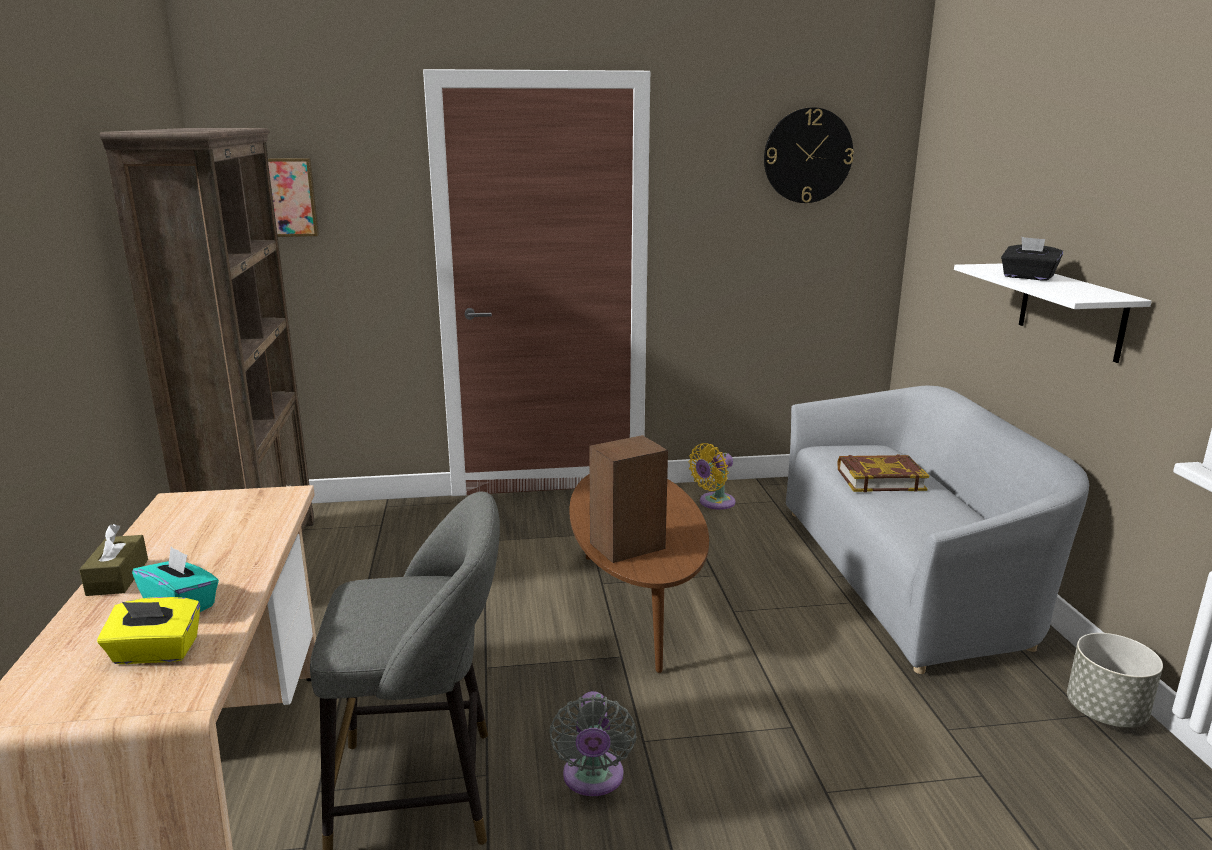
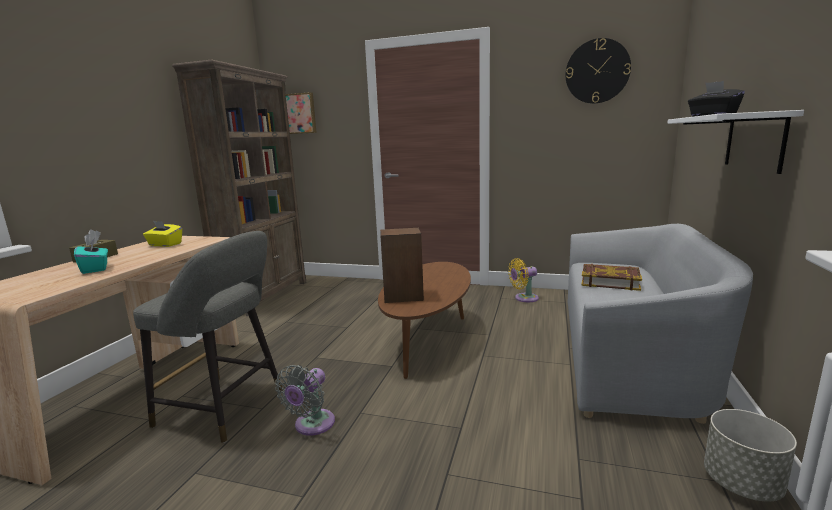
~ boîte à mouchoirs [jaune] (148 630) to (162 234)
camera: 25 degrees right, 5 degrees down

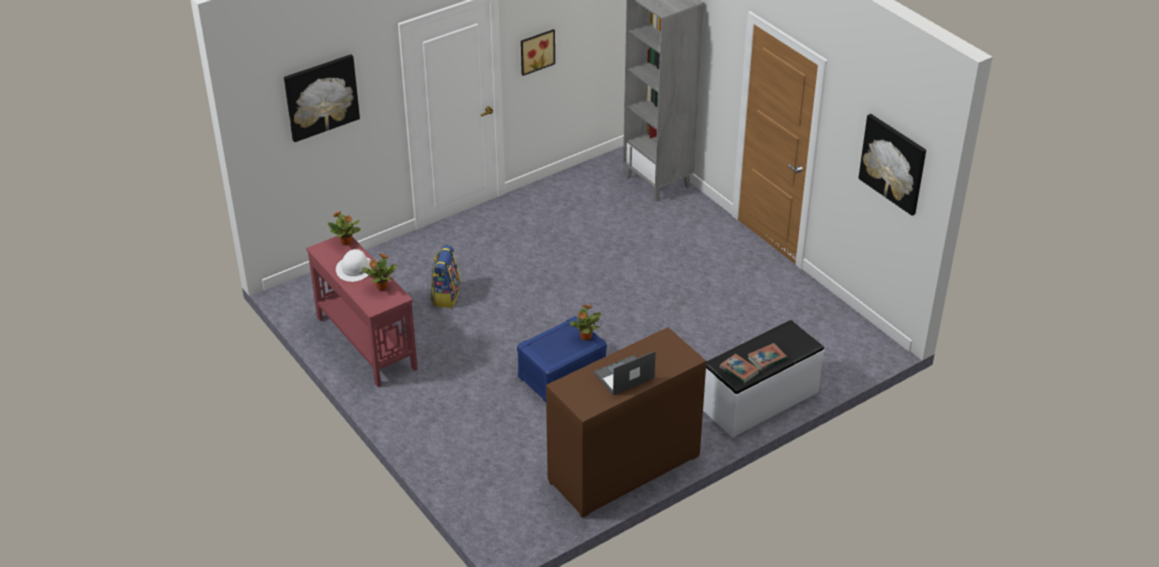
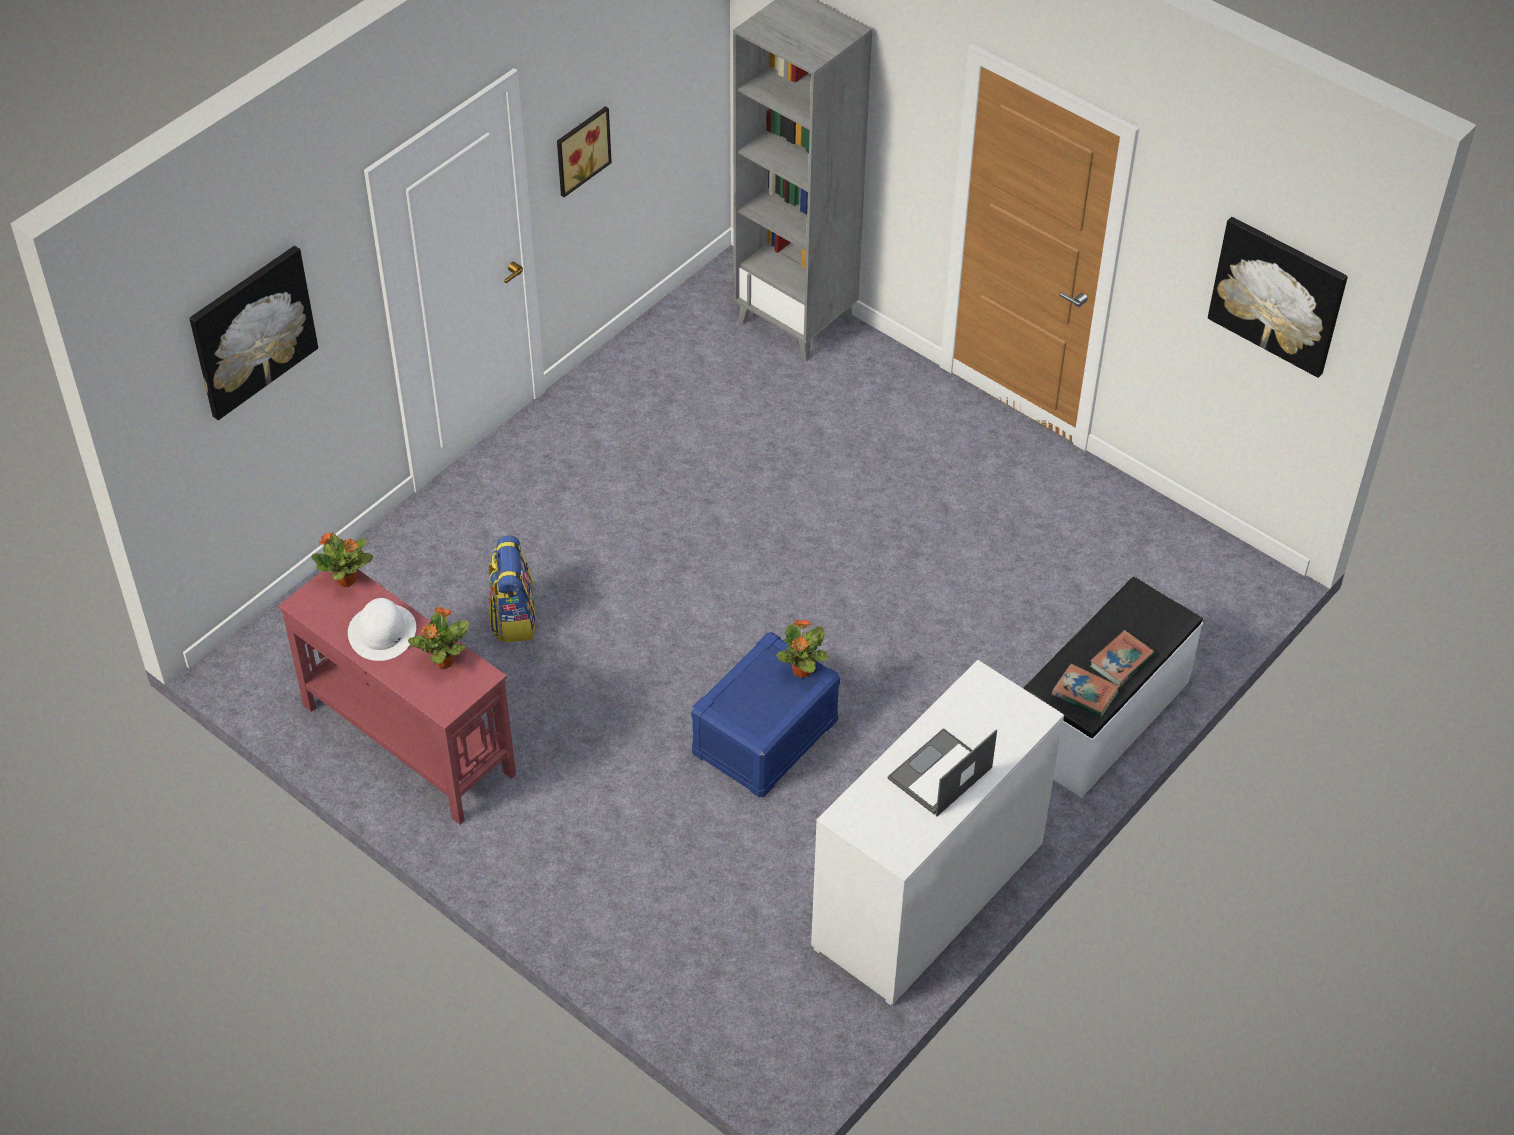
~ commode [marron] (626 422) to commode [blanc] (937 832)
camera: 15 degrees left, 10 degrees up

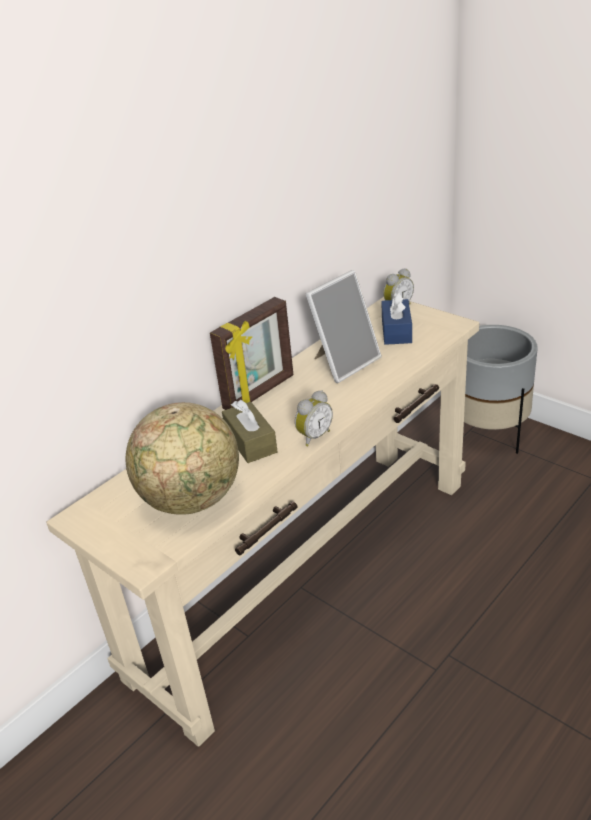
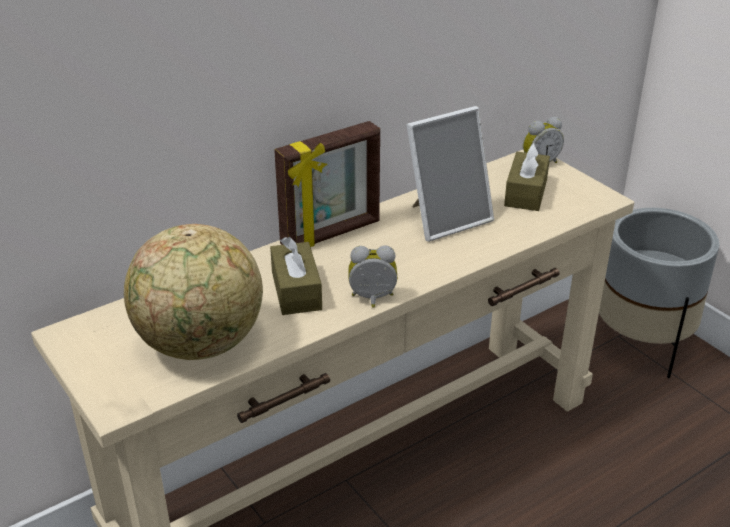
~ boîte à mouchoirs [bleu] (396 318) to boîte à mouchoirs [marron] (527 177)
~ réveil (314 418) = (372 276) 150 degrees counterclockwise
camera: 10 degrees right, 0 degrees up

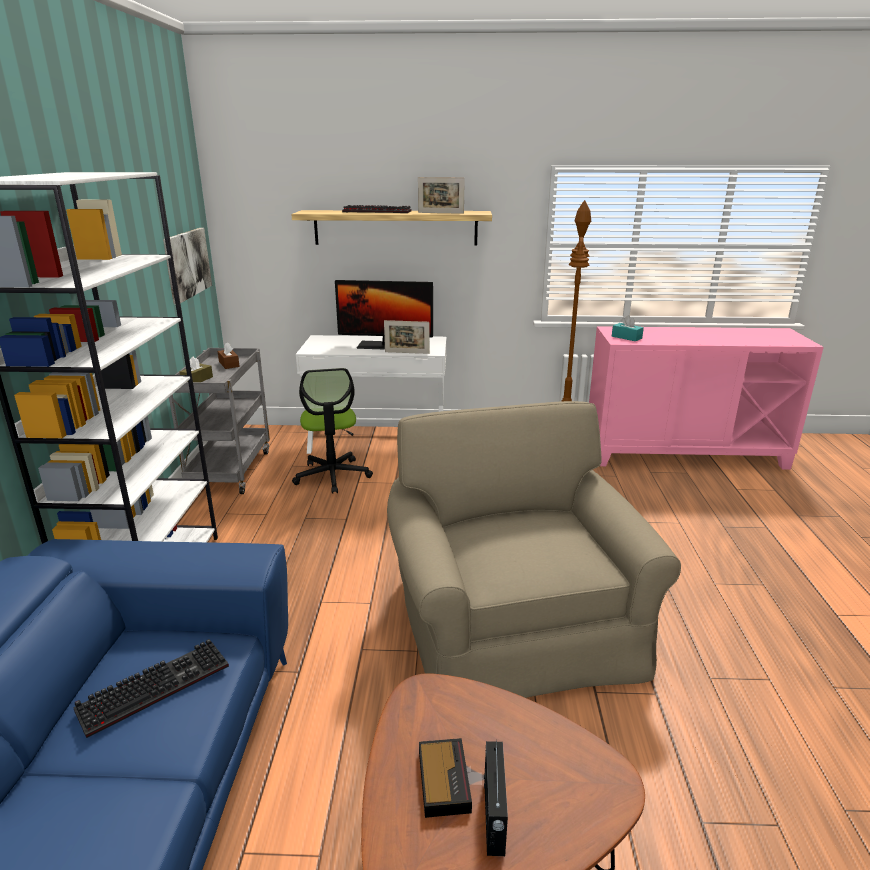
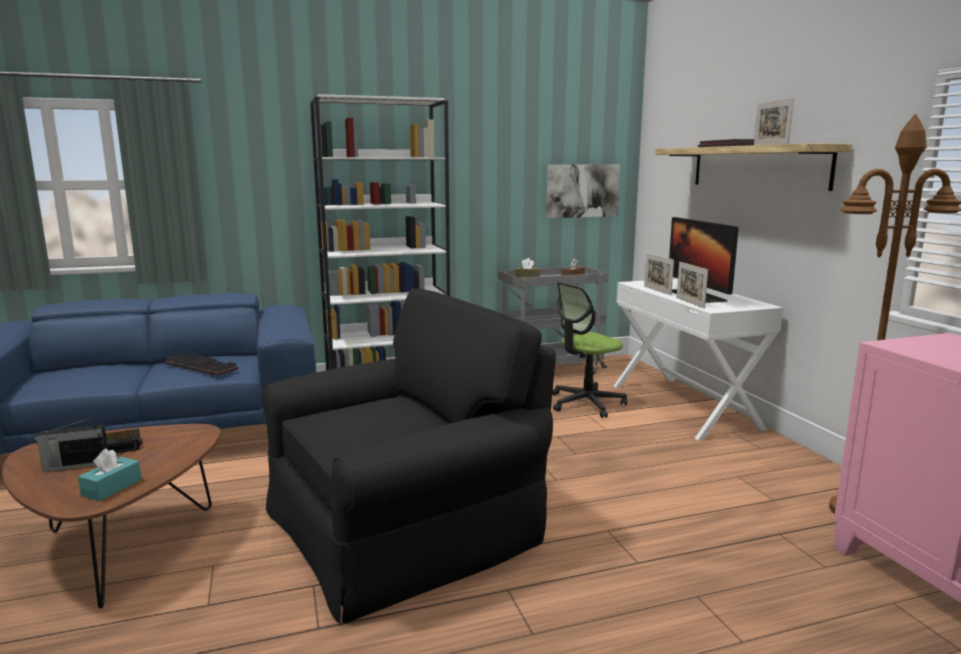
+ cadre photo (659 274)
~ boîte à mouchoirs [turquoise] (628 328) to (110 475)
~ fauteuil [beige] (534 549) to fauteuil [noir] (409 455)
camera: 70 degrees right, 10 degrees down

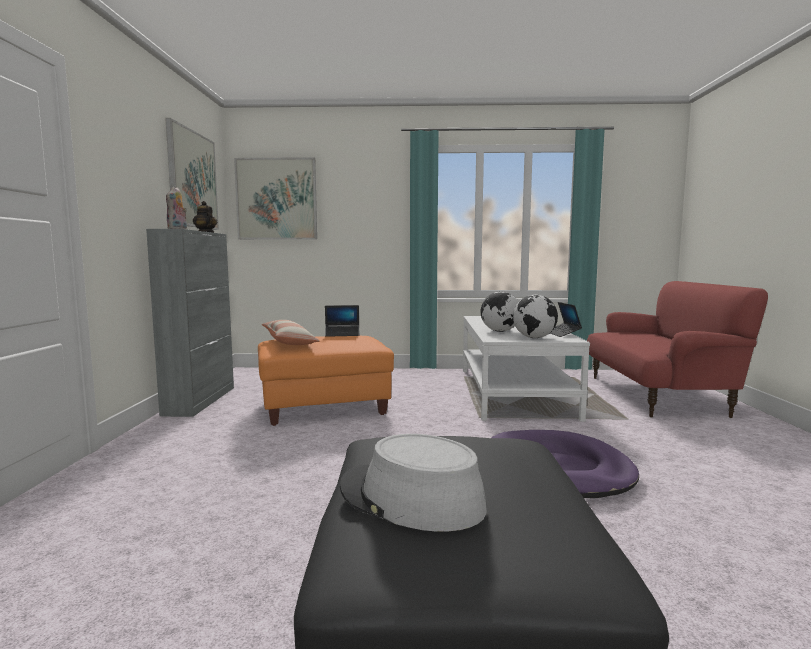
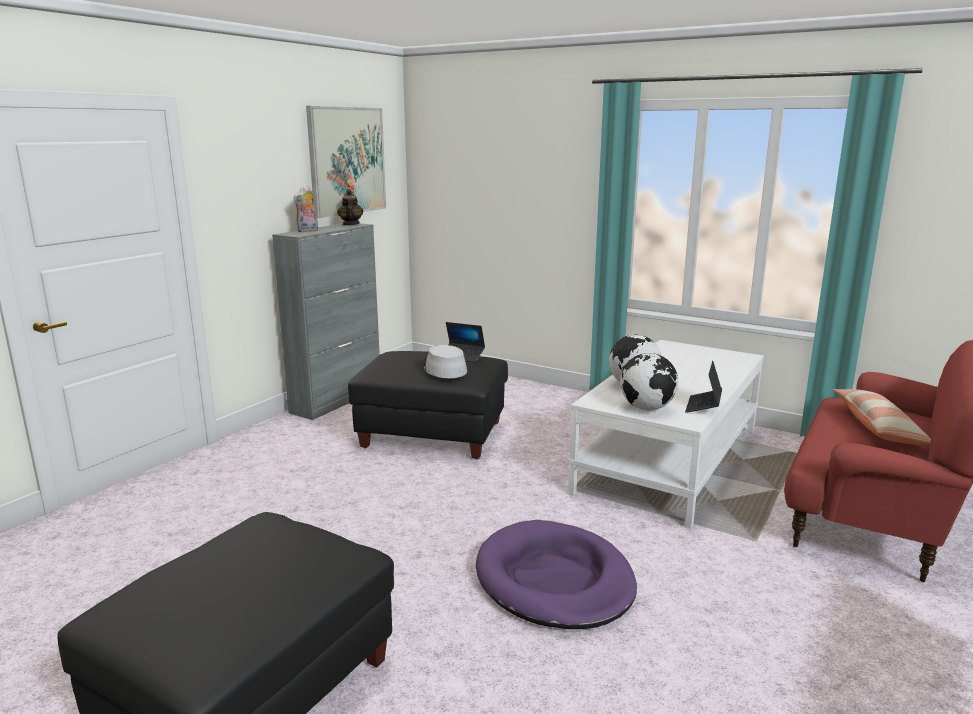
- tableau (275 198)
~ coussin (290 332) to (882 417)
~ chapeau [gris] (413 482) to (444 361)
~ pouf [orange] (326 381) to pouf [noir] (428 405)
camera: 30 degrees right, 10 degrees up

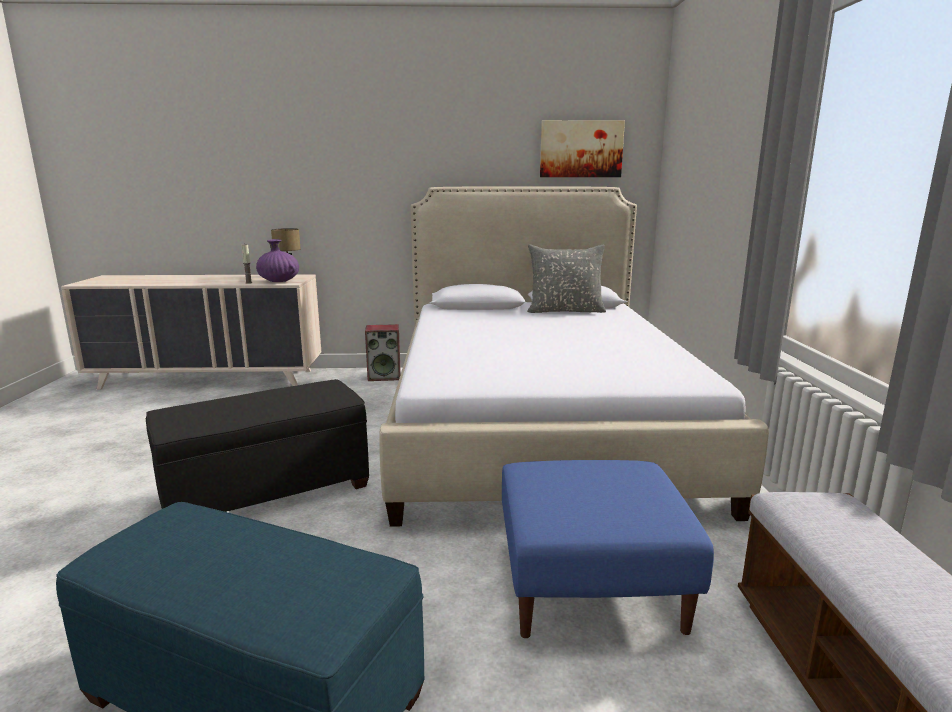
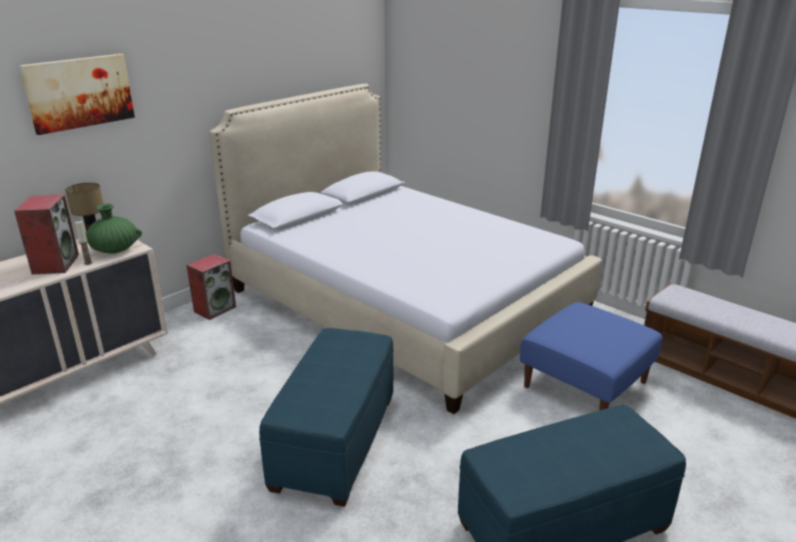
- coussin [gris] (566 278)
+ enceinte (46 234)
~ tableau (582 148) to (77 94)
~ pouf [noir] (257 445) to pouf [bleu] (326 417)
~ vase [violet] (277 260) to vase [vert] (113 228)
camera: 45 degrees left, 10 degrees up

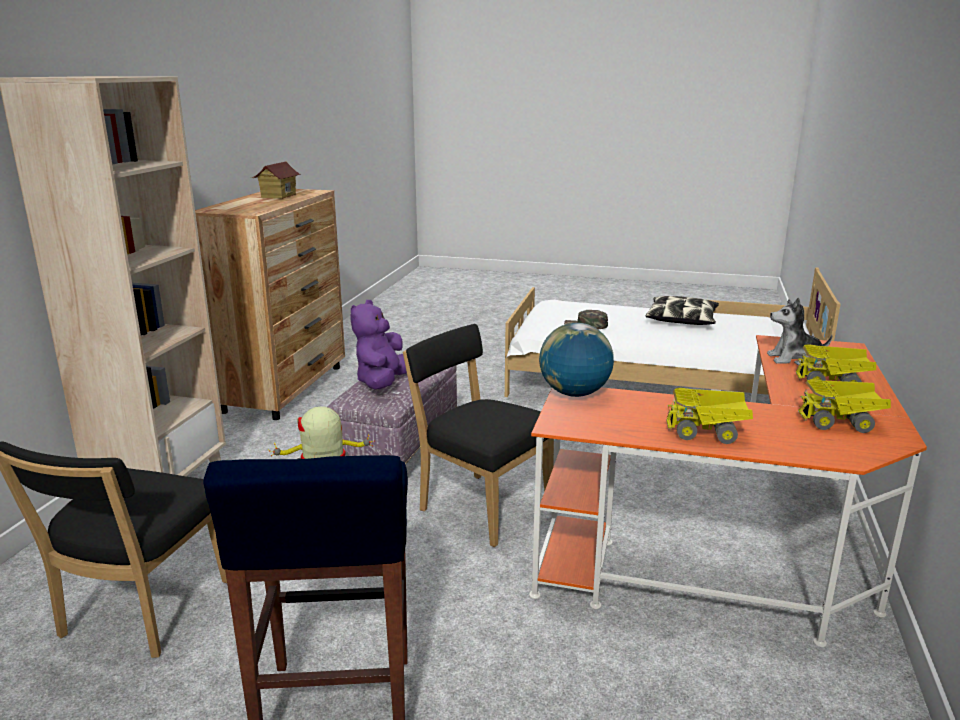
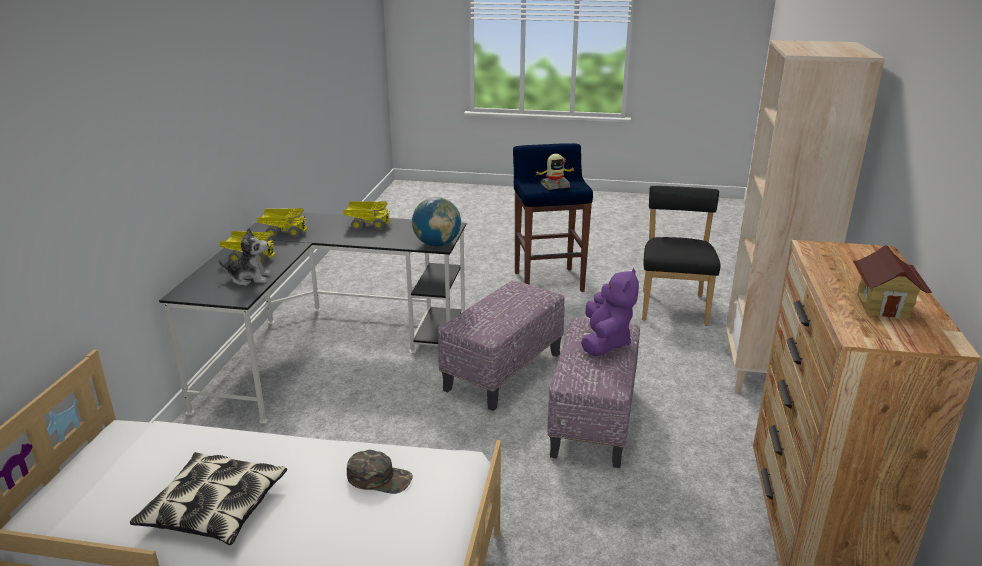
~ chaise [noir] (478 435) to pouf (501 346)
~ bureau [orange] (728 491) to bureau [noir] (313 318)
camera: 175 degrees right, 5 degrees up

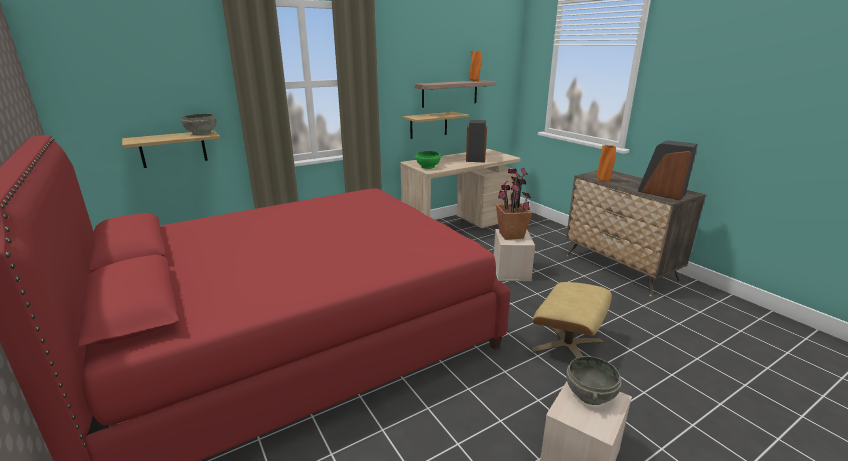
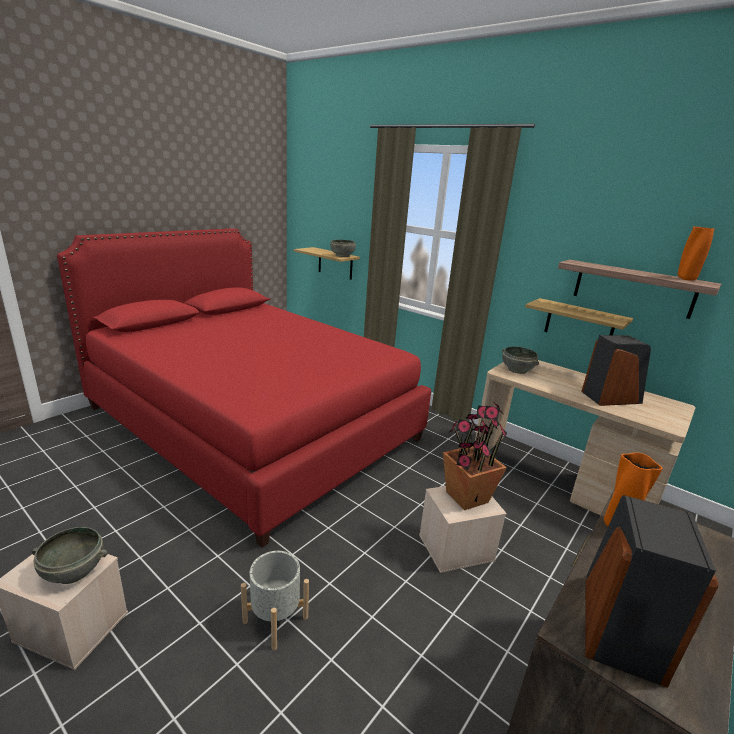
~ pouf [beige] (571 320) to cache-pot [gris] (275 600)
~ bol [vert] (428 160) to bol [gris] (520 360)
camera: 70 degrees right, 0 degrees up

